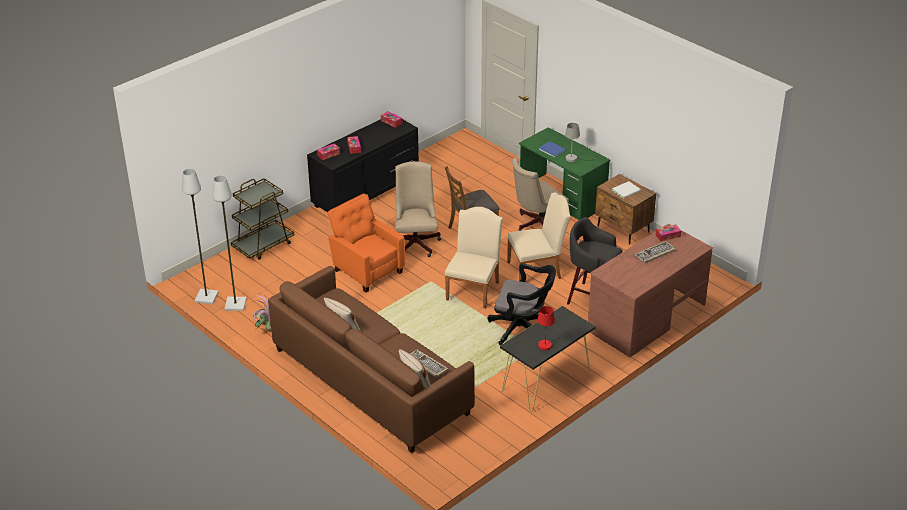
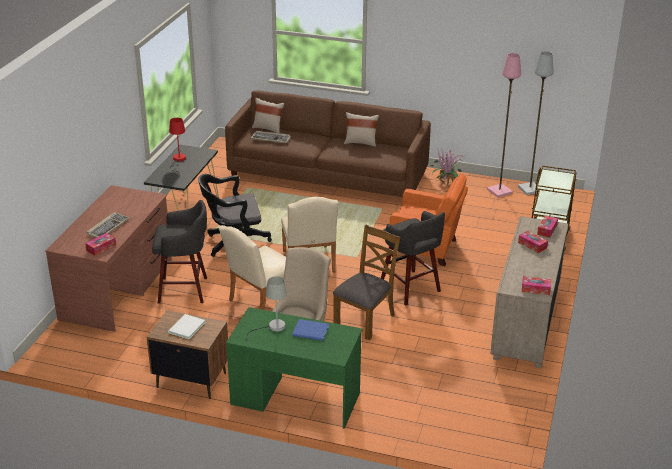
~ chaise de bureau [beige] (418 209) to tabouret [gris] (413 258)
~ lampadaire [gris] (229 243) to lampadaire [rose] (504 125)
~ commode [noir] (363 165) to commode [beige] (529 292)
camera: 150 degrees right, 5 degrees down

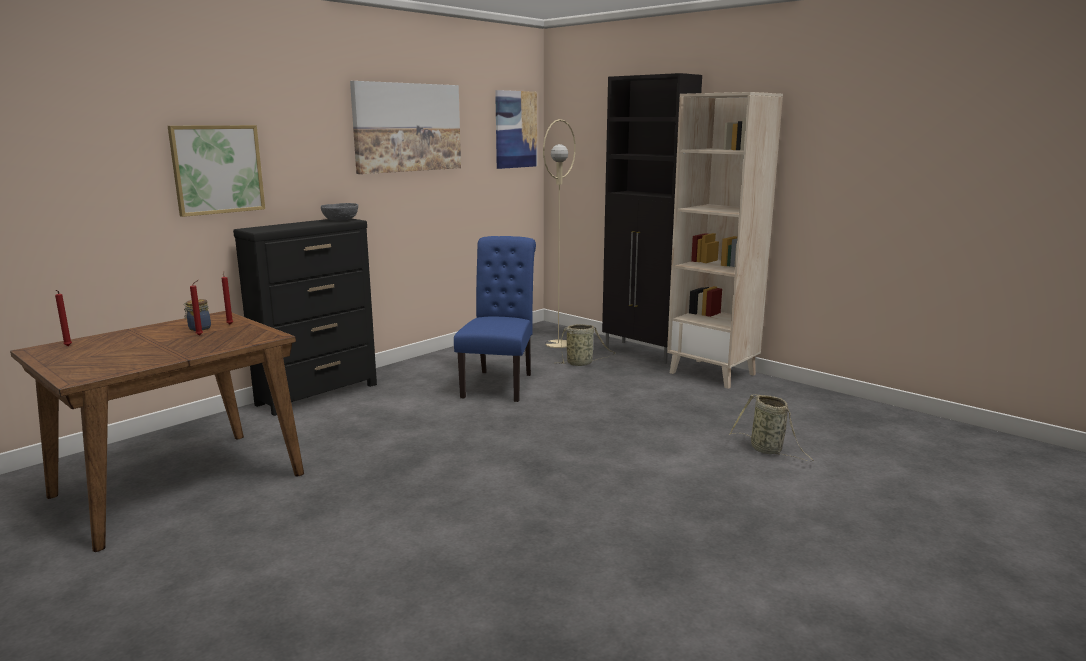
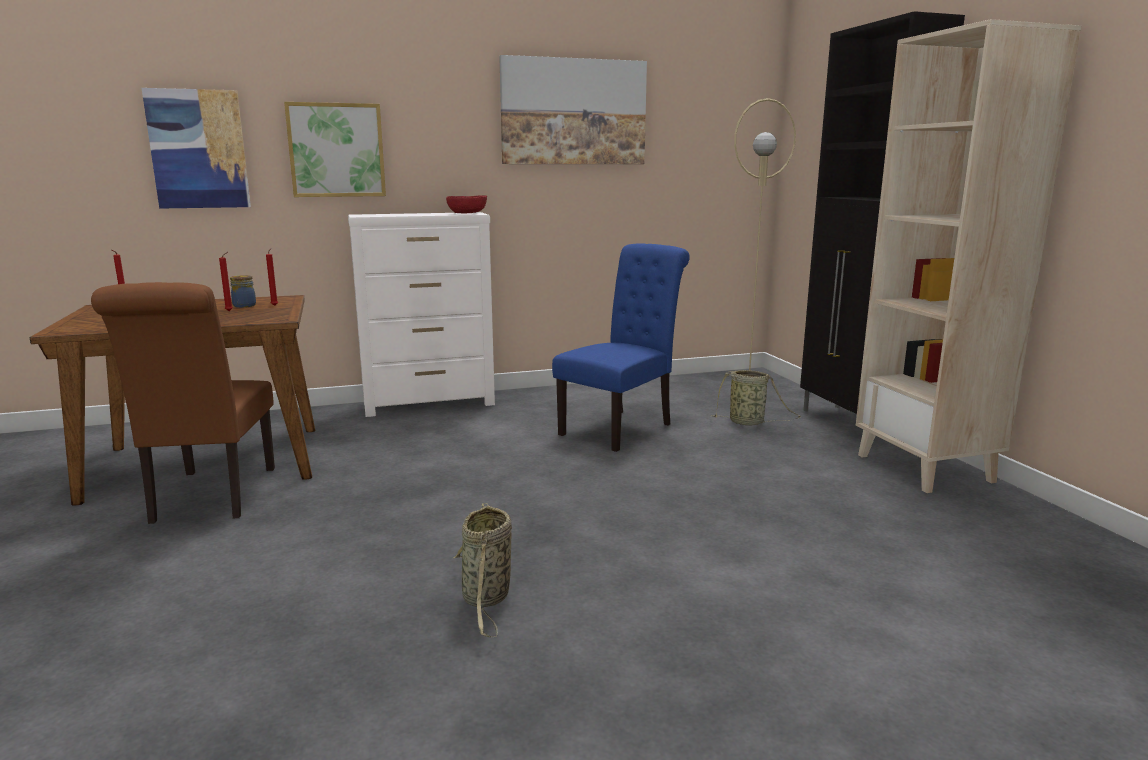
+ chaise [marron] (183 403)
~ tableau (516 129) to (196 148)
~ panier (771 427) to (482 570)
~ commode [noir] (305 317) to commode [blanc] (421 314)
~ bol [gris] (339 212) to bol [rouge] (466 204)
camera: 30 degrees right, 0 degrees up

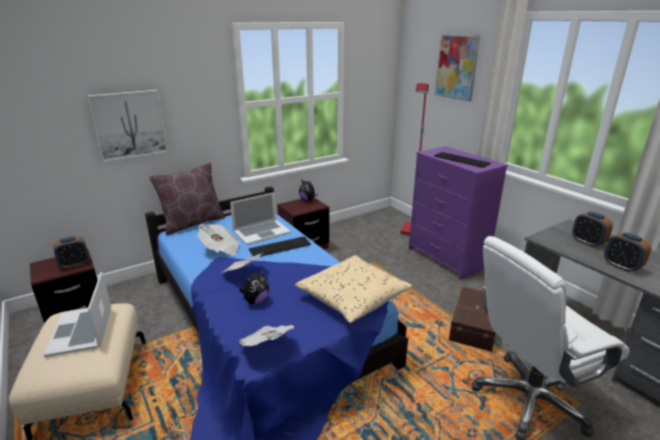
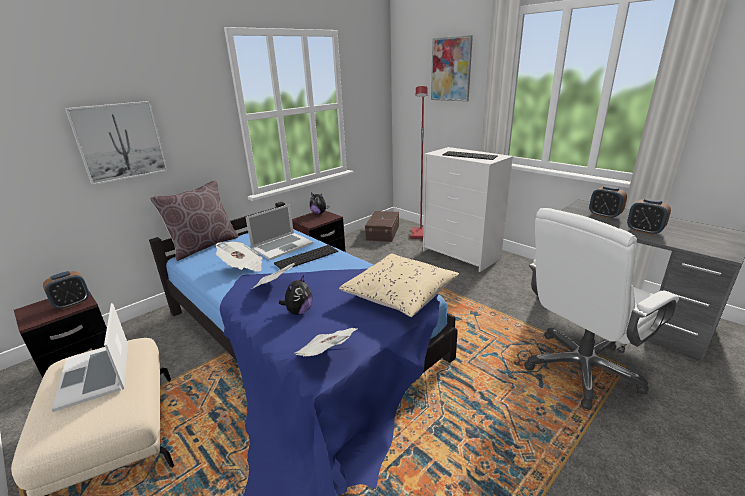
~ boîte de rangement [marron] (472 319) to (382 226)
~ commode [violet] (458 213) to commode [blanc] (468 209)
camera: 10 degrees left, 0 degrees up

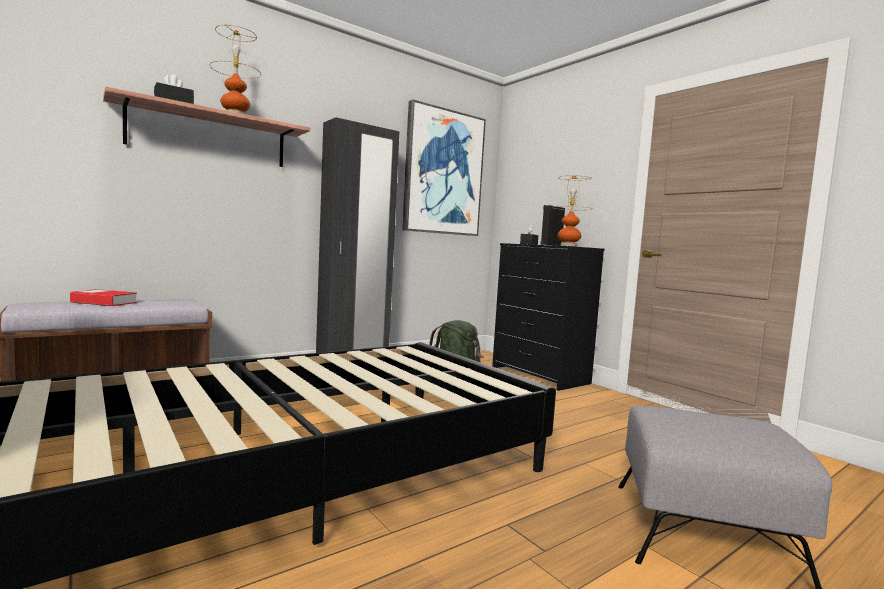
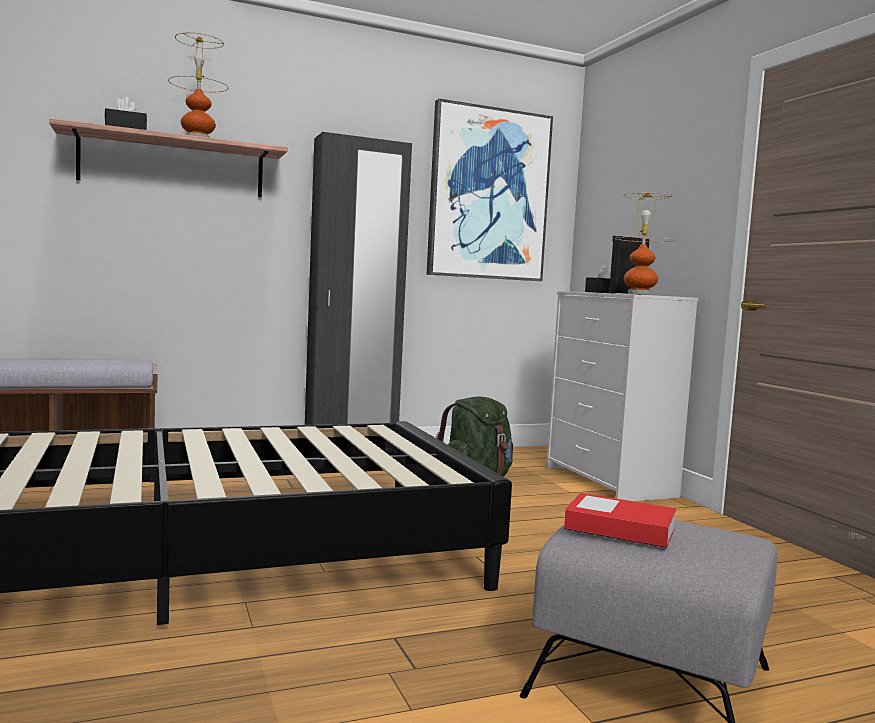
~ livre (103 297) to (620 520)
~ commode [noir] (548 317) to commode [blanc] (622 396)
camera: 15 degrees right, 0 degrees up

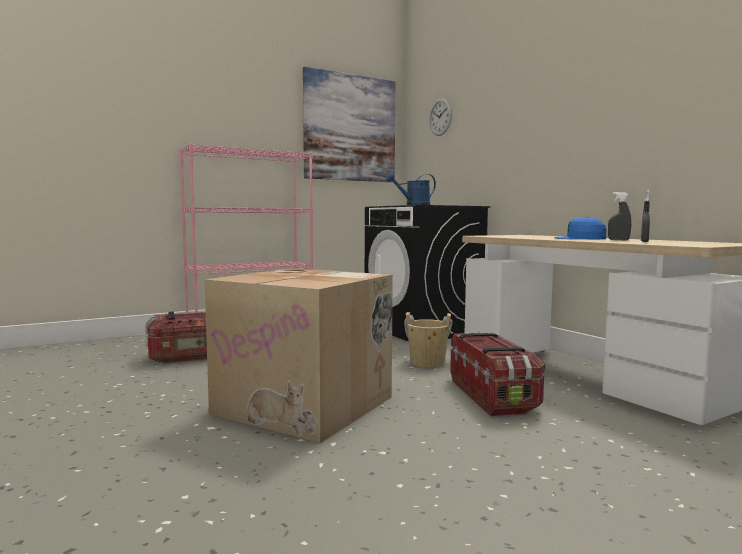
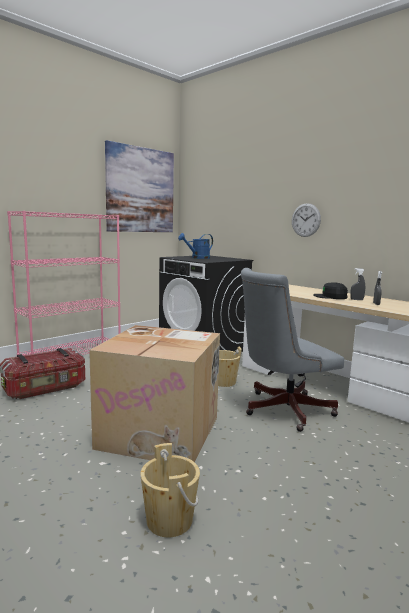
+ seau [beige] (170 490)
~ horloge murale (440 117) to (306 220)
~ boîte de rangement (497 374) to chaise de bureau [gris] (292 350)
~ casquette [bleu] (580 228) to casquette [noir] (330 290)
camera: 15 degrees left, 5 degrees up

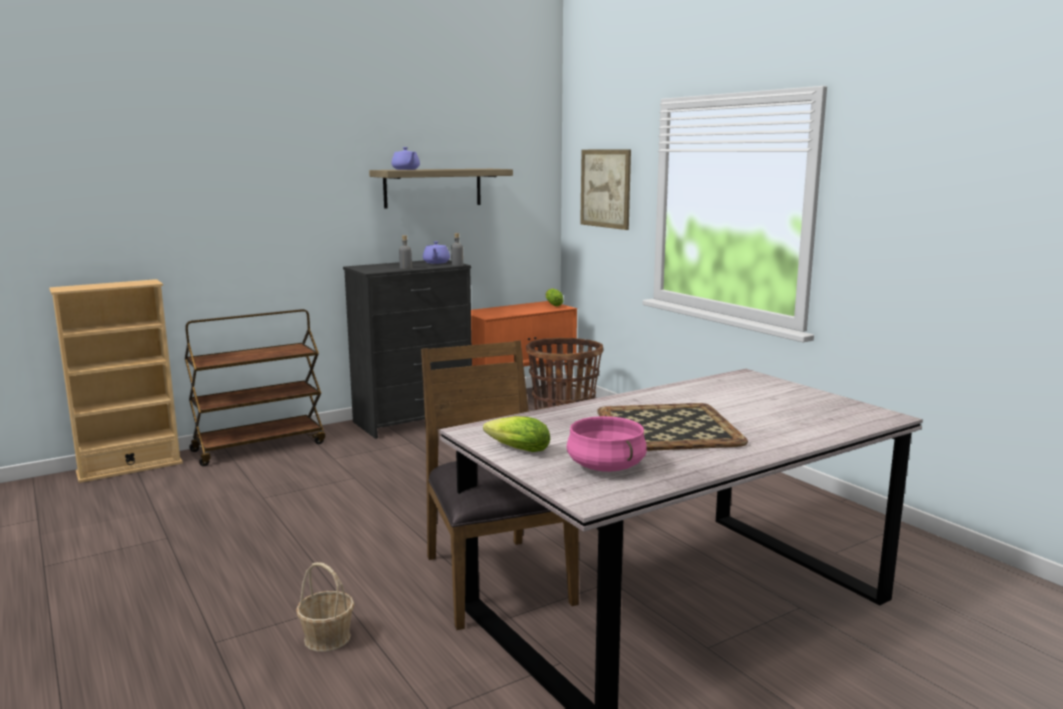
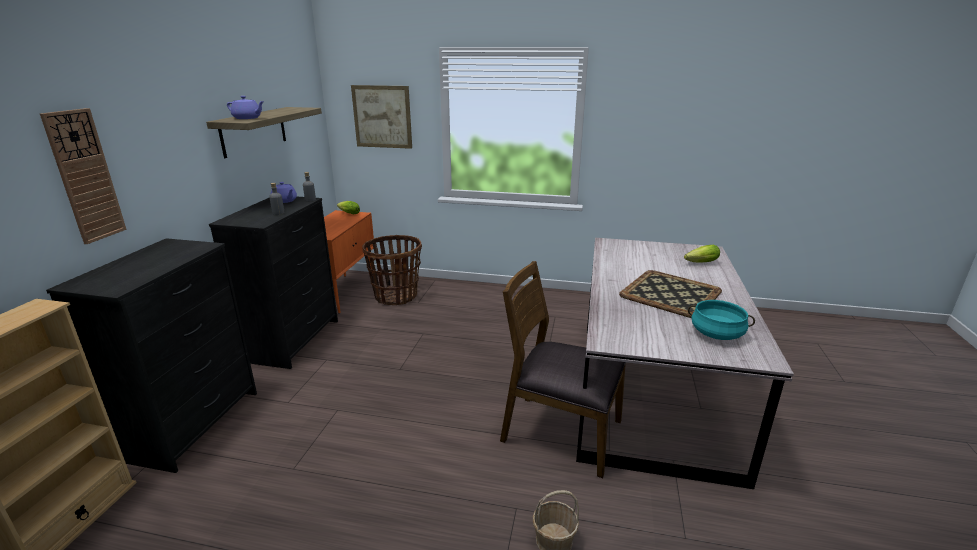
+ horloge murale (83 176)
~ laitue (516 434) to (702 254)
~ chariot [marron] (255 387) to commode [noir] (151 355)
~ marmite [rose] (606 444) to marmite [turquoise] (721 320)
camera: 45 degrees left, 10 degrees up

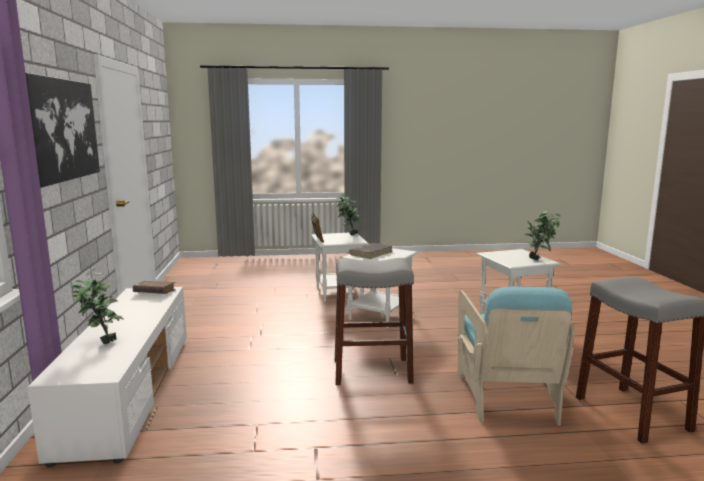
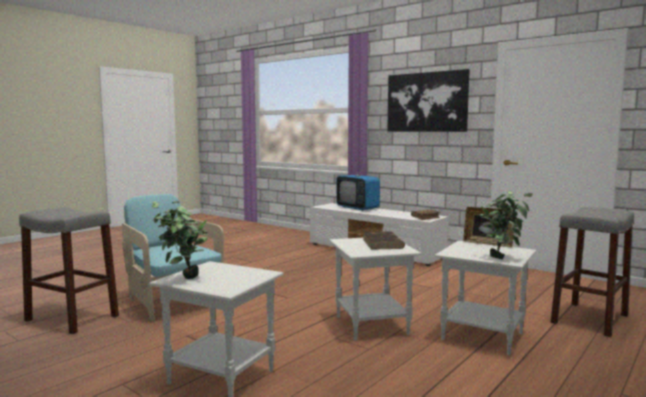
~ tabouret [gris] (374 321) to (592 272)
~ plante en pot (96 306) to téléviseur (358 182)
camera: 135 degrees right, 5 degrees down

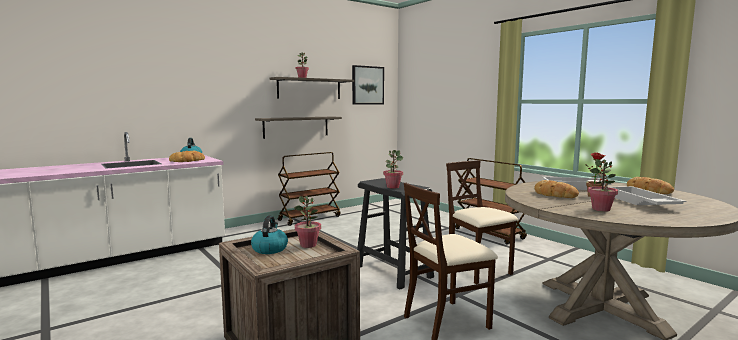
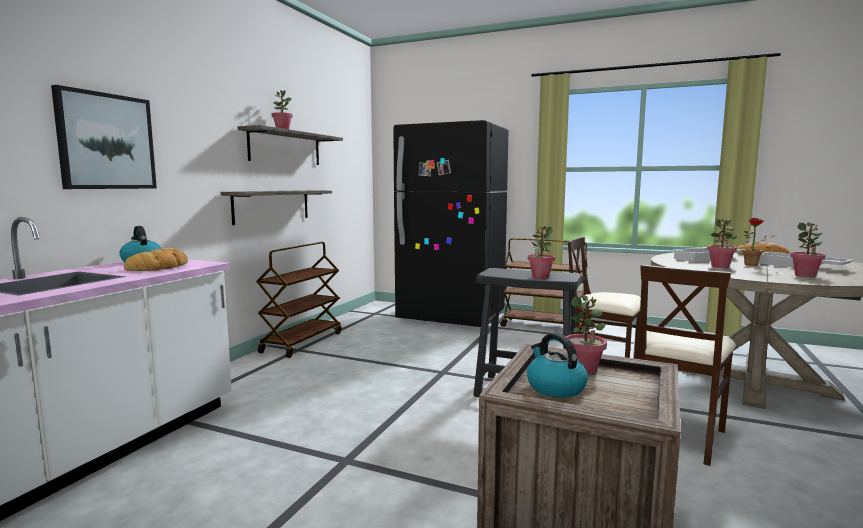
+ réfrigérateur [noir] (450 223)
~ tableau (368 85) to (104 137)
~ pain (556 189) to plante en pot (722 243)
camera: 30 degrees left, 0 degrees up

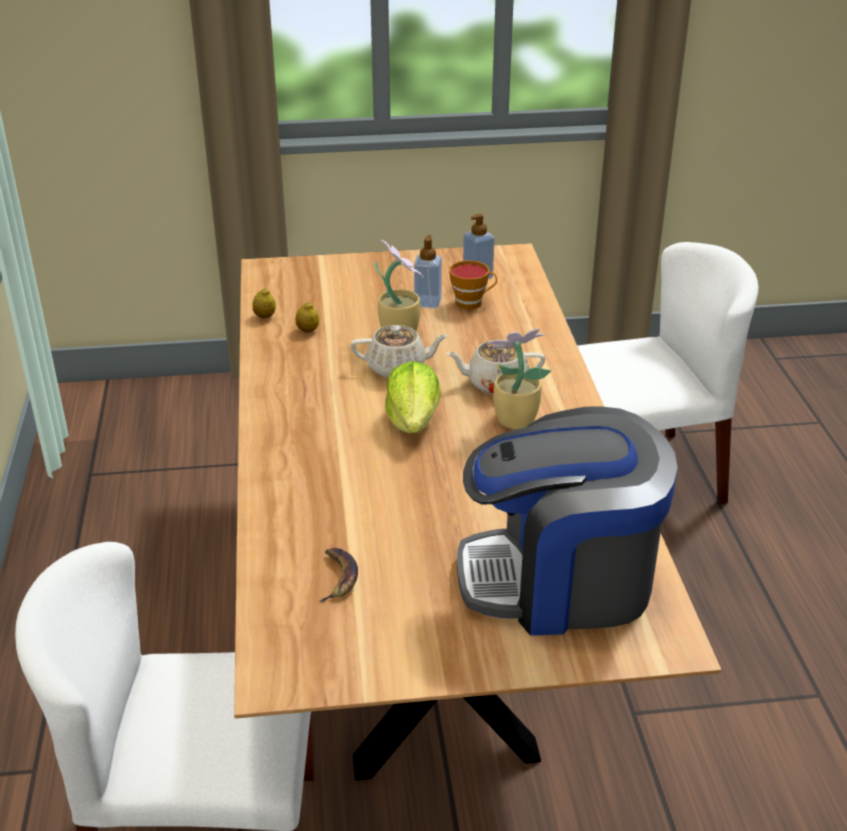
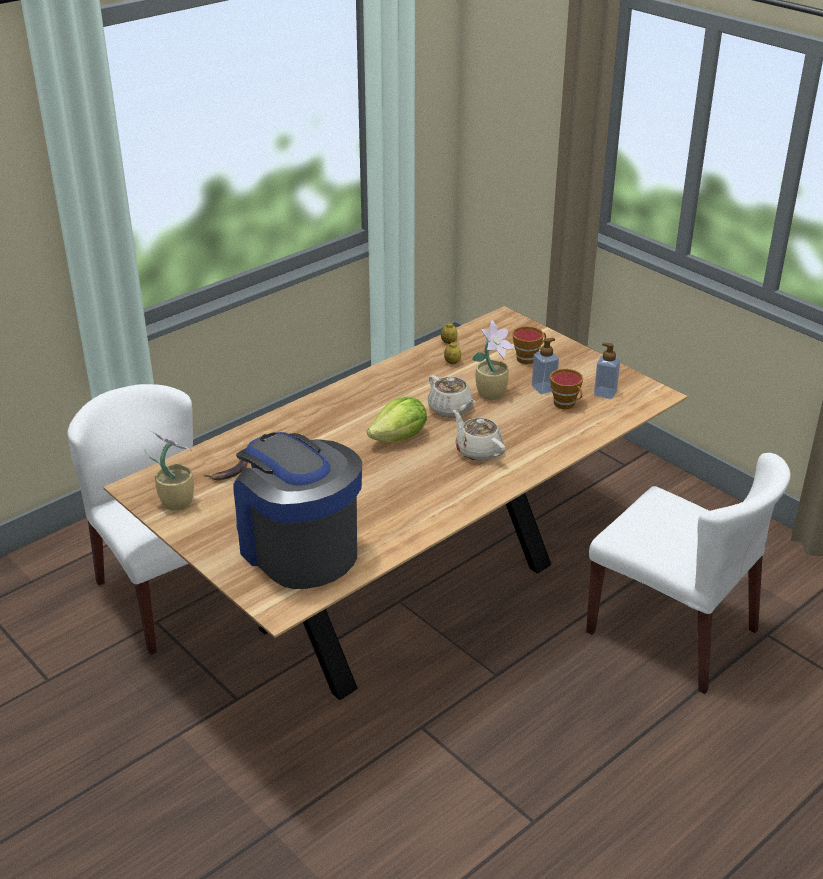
+ tasse (529 345)
~ plante en pot (519 379) to (169 471)
camera: 55 degrees right, 0 degrees up

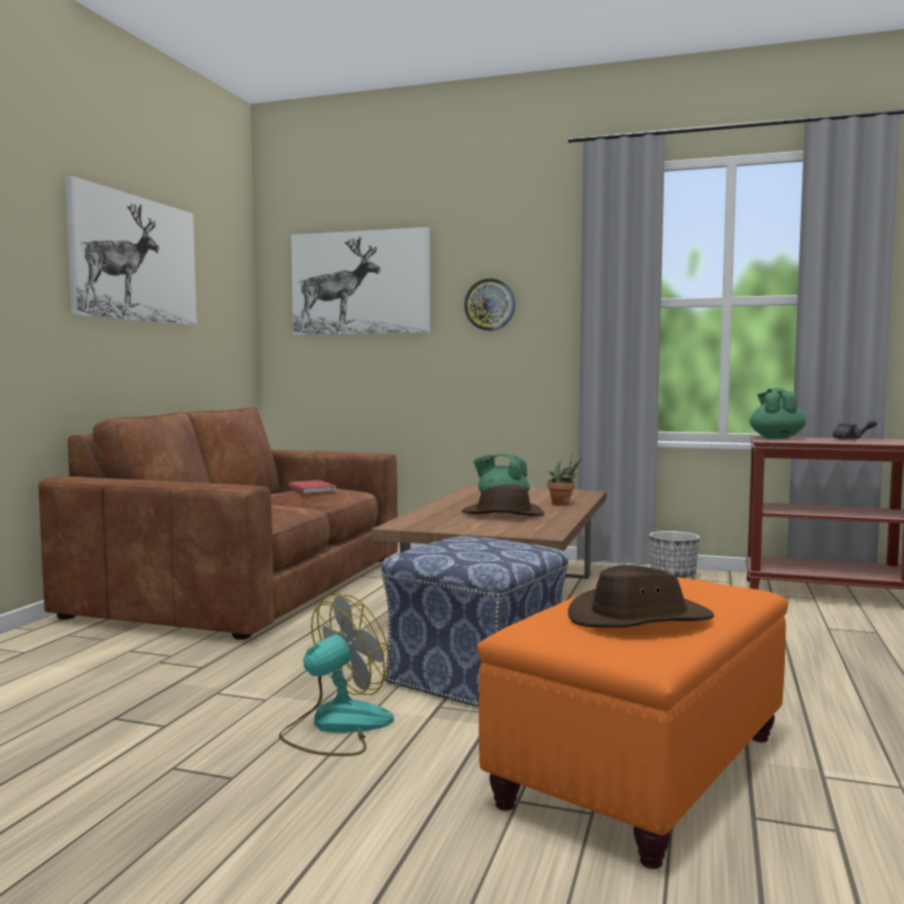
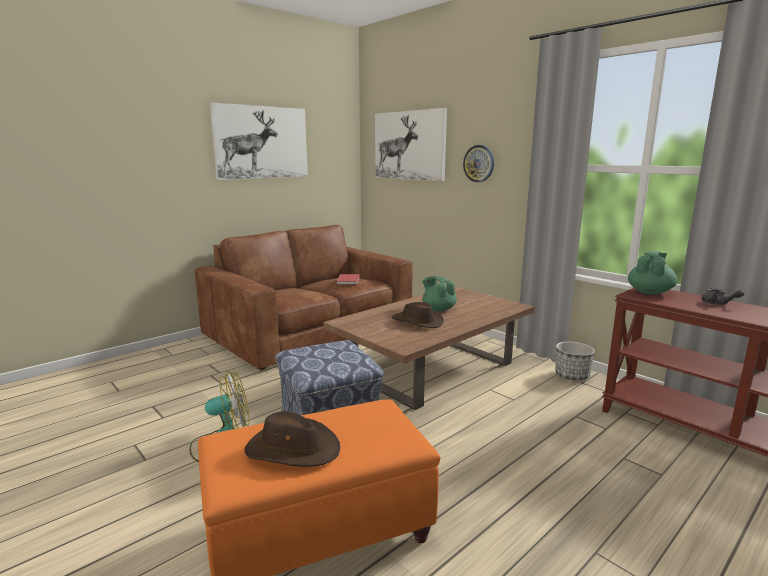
- plante en pot (564 479)
camera: 30 degrees right, 10 degrees up

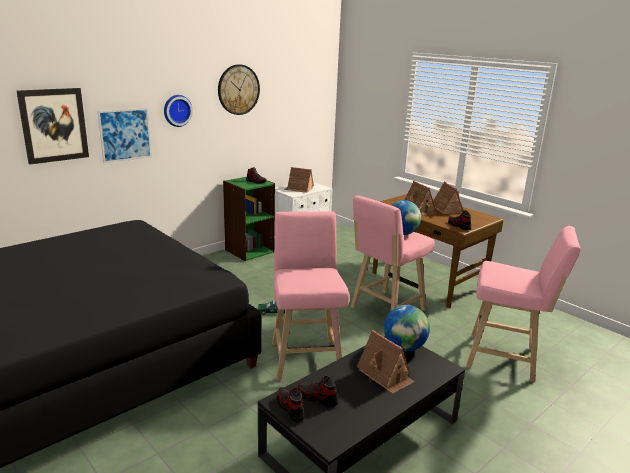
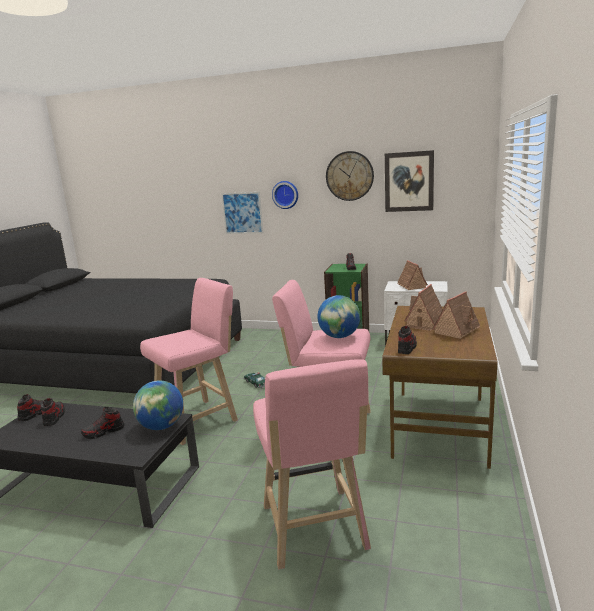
~ tableau (53 126) to (409 181)
~ maison miniature (386 362) to chaussure (102 423)
camera: 60 degrees right, 5 degrees down

